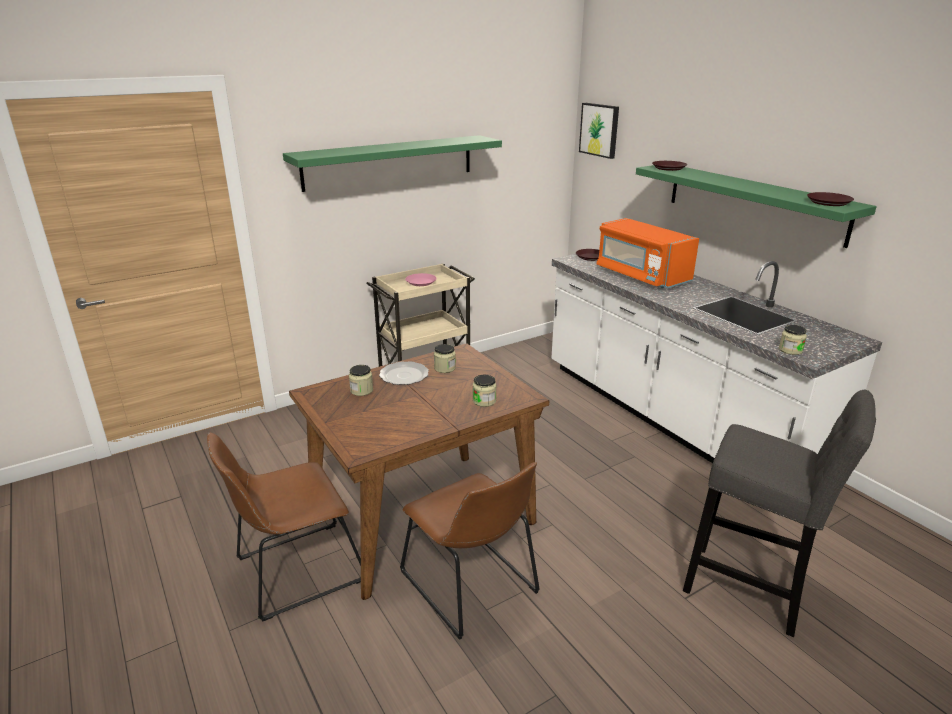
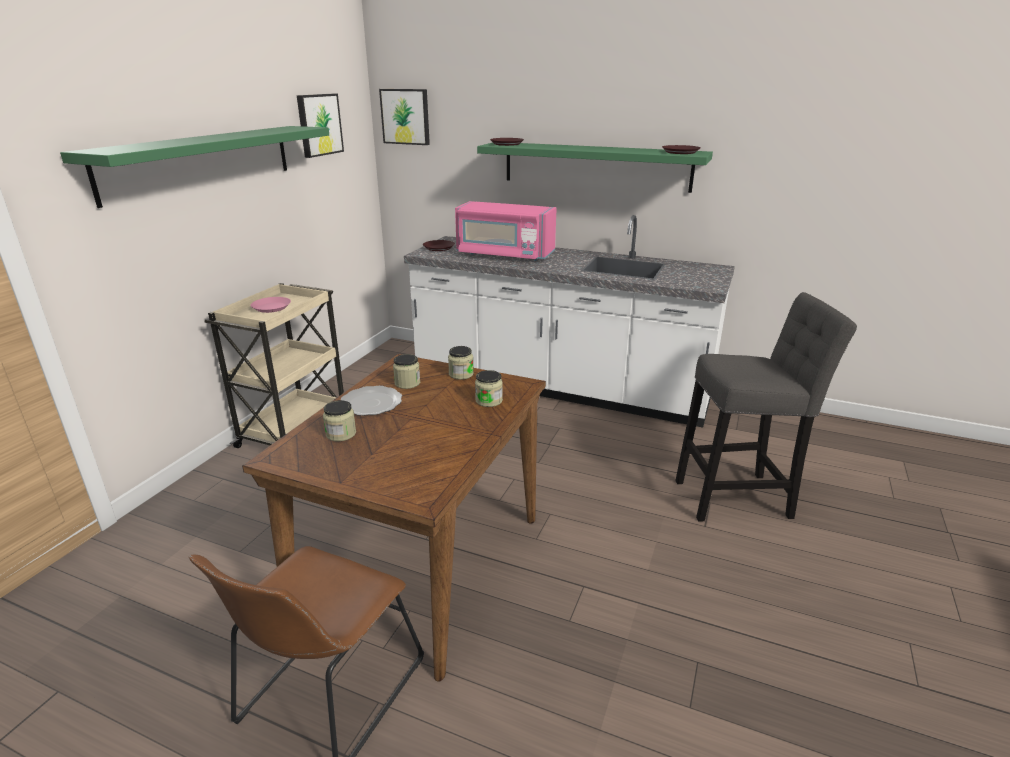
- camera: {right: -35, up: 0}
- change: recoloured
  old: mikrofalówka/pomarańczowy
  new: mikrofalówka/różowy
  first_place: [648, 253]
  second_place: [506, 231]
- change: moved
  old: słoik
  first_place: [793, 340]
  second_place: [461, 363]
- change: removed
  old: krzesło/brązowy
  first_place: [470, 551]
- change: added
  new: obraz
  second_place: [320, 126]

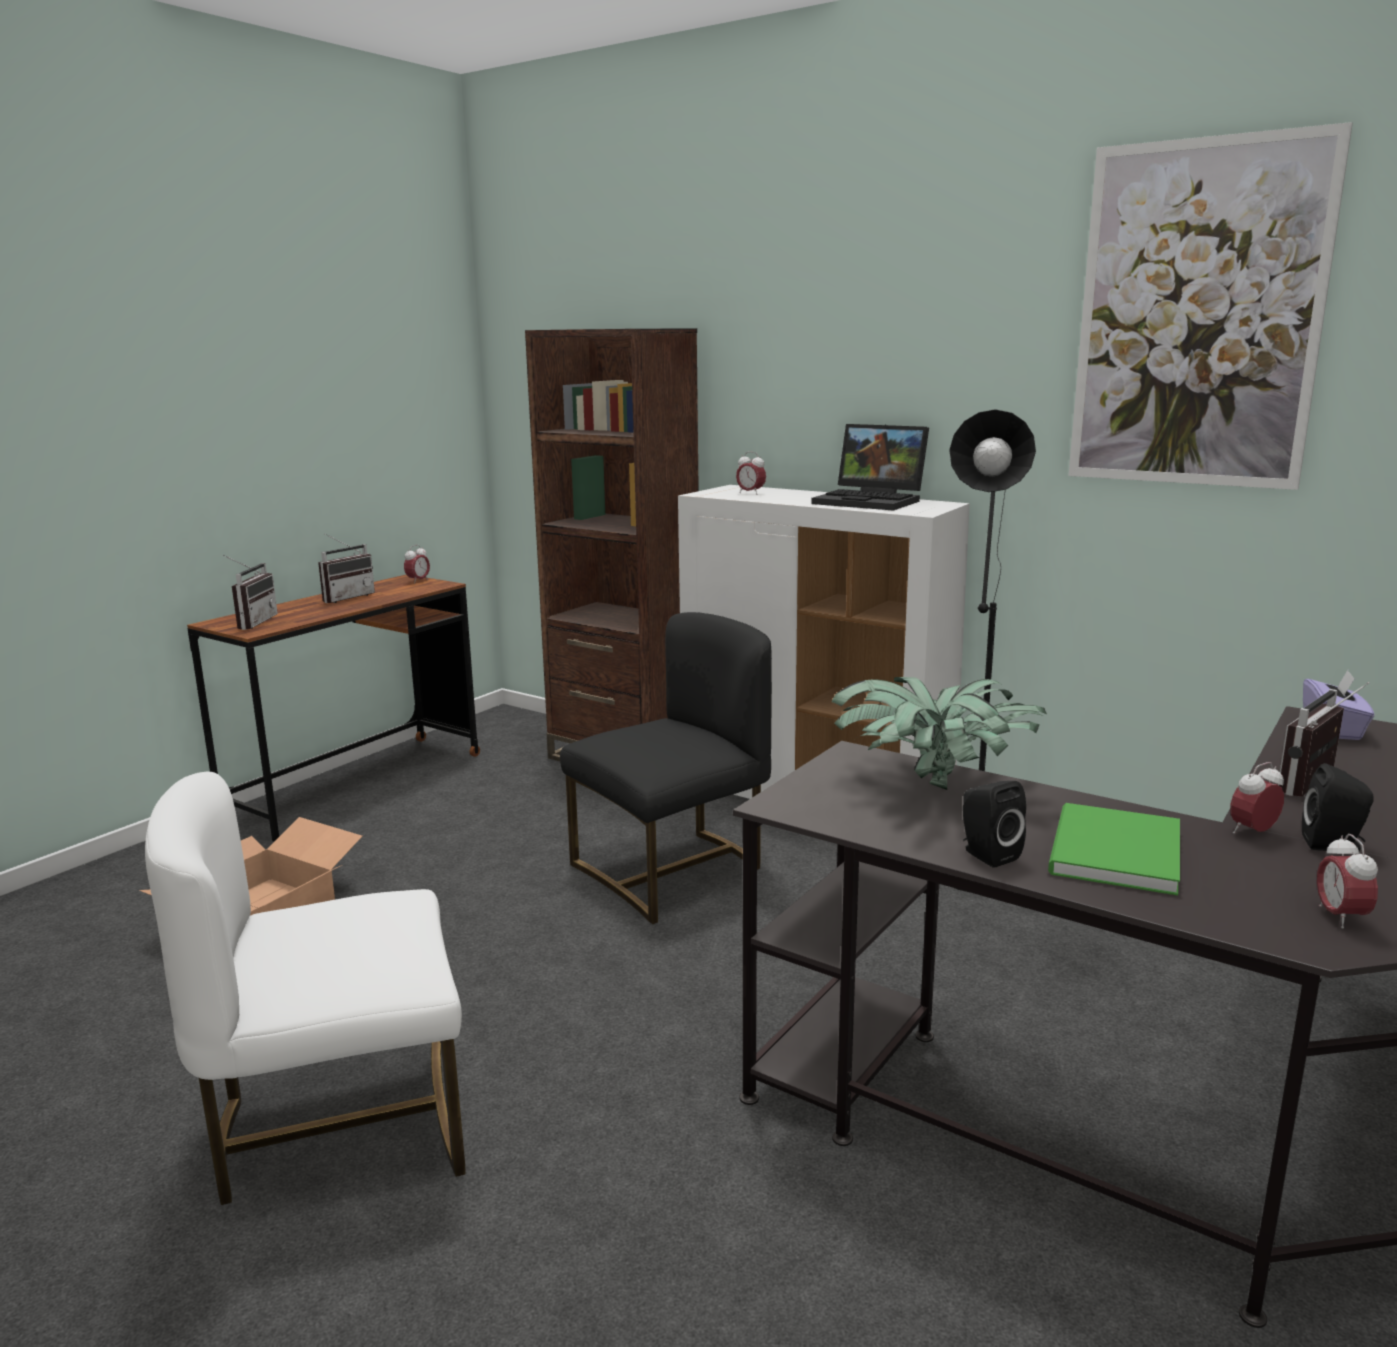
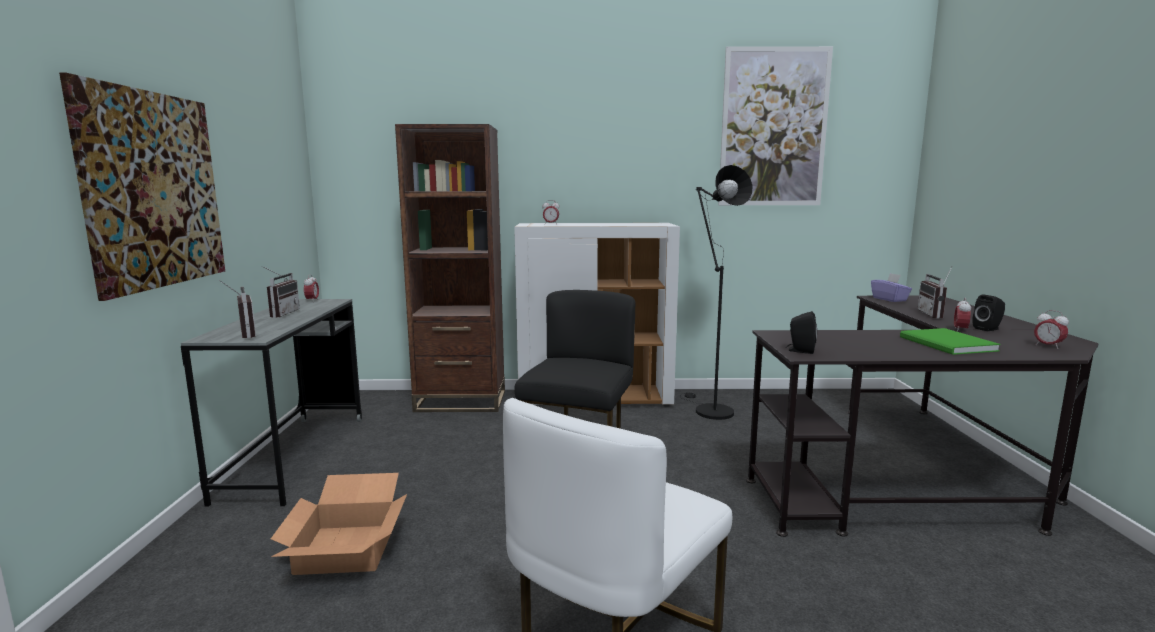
- camera: {right: -35, up: -5}
- change: removed
  old: laptop
  first_place: [870, 467]
- change: recoloured
  old: biurko/brązowy
  new: biurko/szary
  first_place: [333, 708]
  second_place: [271, 403]
- change: removed
  old: roślina doniczkowa
  first_place: [939, 733]
- change: moved
  old: głośnik/czarny
  first_place: [994, 824]
  second_place: [801, 332]
- change: added
  new: obraz
  second_place: [142, 187]

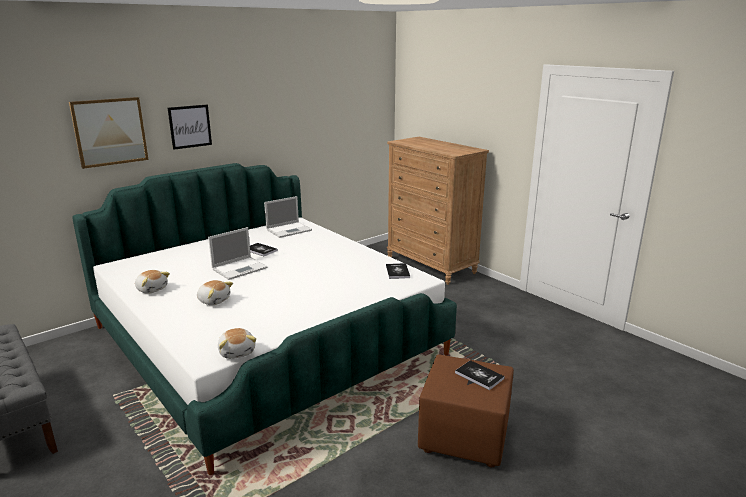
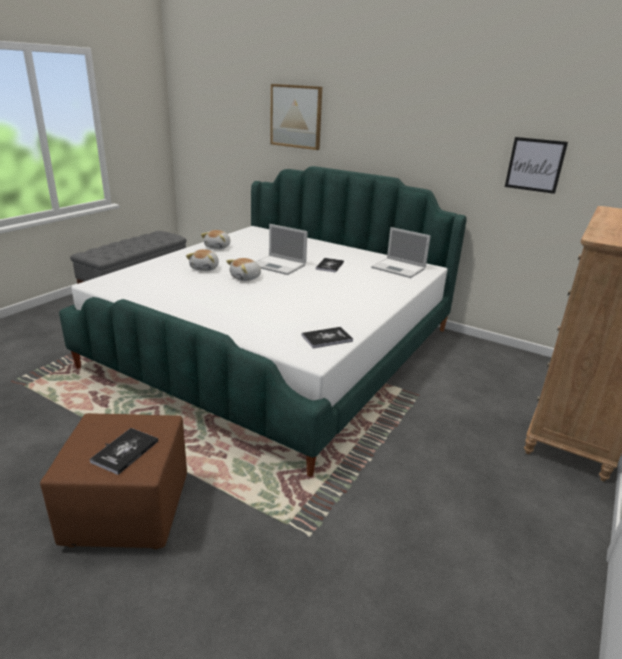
- camera: {right: 70, up: 5}
- change: moved
  old: obraz
  first_place: [190, 127]
  second_place: [536, 165]
- change: moved
  old: pluszak
  first_place: [237, 343]
  second_place: [243, 269]

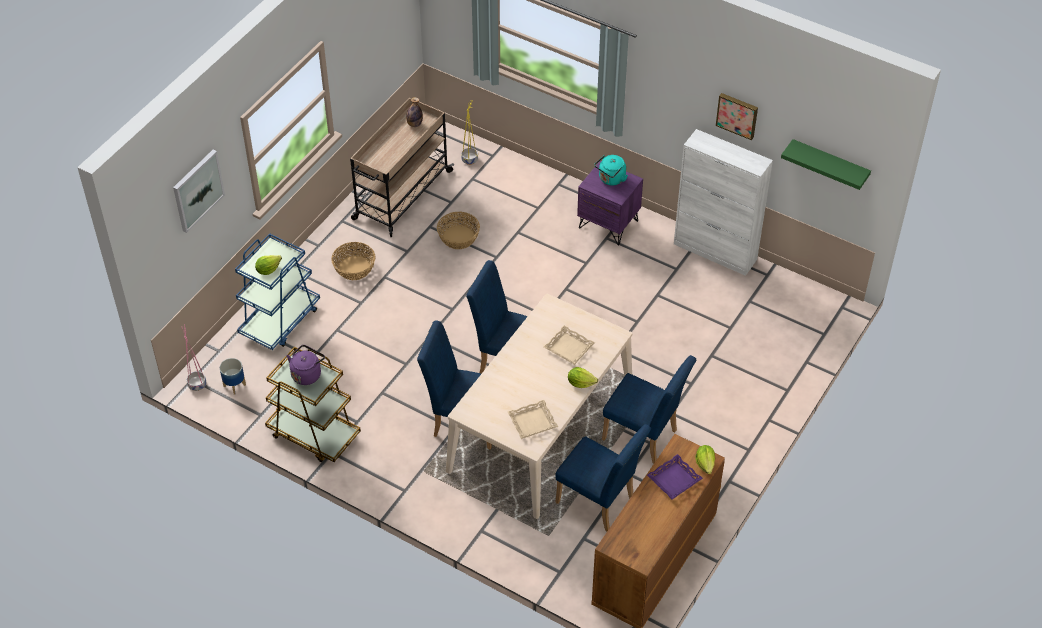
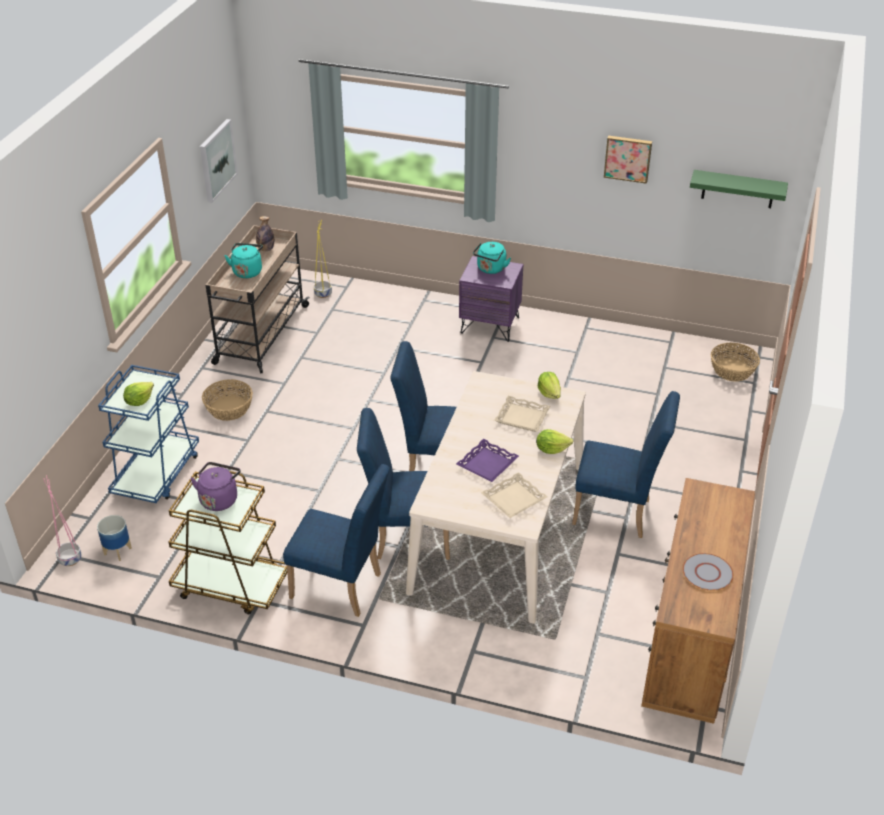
- camera: {right: -15, up: -10}
- change: removed
  old: szafka/biały
  first_place: [723, 202]
- change: moved
  old: obraz
  first_place: [199, 191]
  second_place: [219, 161]
- change: moved
  old: koszyk
  first_place: [458, 230]
  second_place: [735, 362]
- change: moved
  old: krzesło/niebieski
  first_place: [603, 477]
  second_place: [336, 540]
- change: moved
  old: sałata
  first_place: [705, 459]
  second_place: [549, 385]
- change: moved
  old: taca/fioletowy
  first_place: [675, 477]
  second_place: [487, 460]
- change: added
  new: czajnik/turkusowy
  second_place: [243, 260]
- change: added
  new: talerz/szary
  second_place: [708, 572]

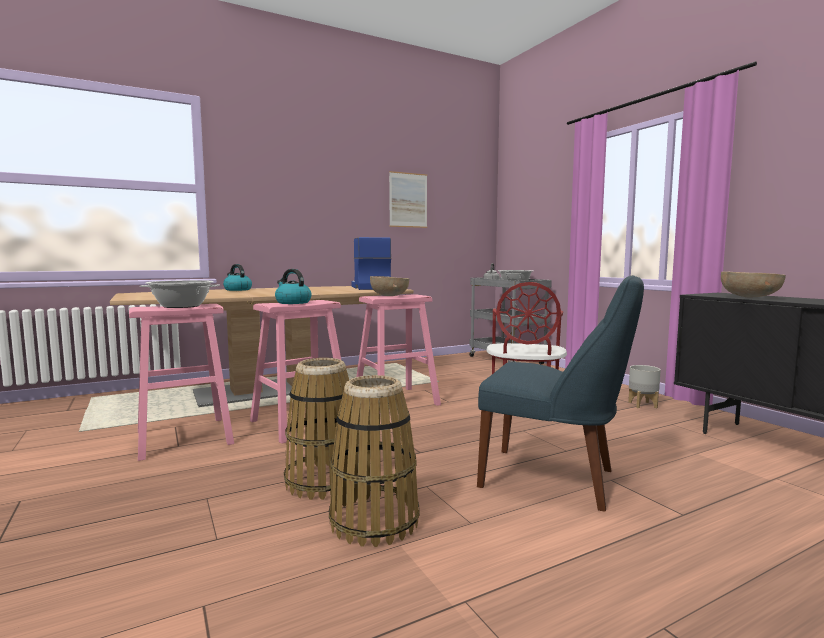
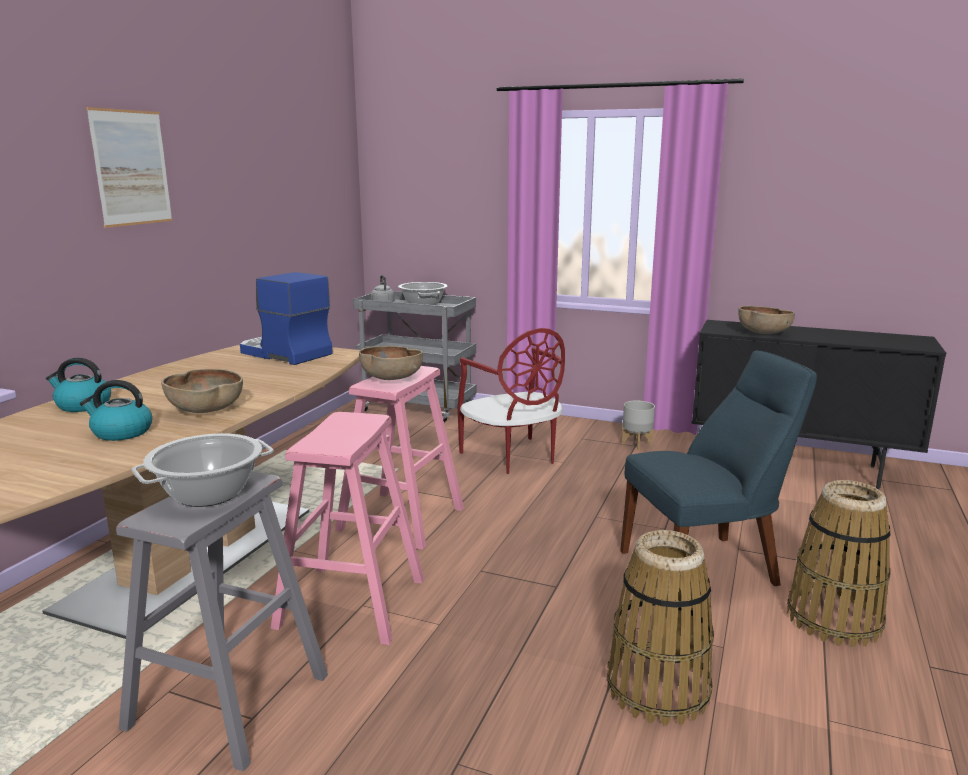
- camera: {right: -40, up: 10}
- change: moved
  old: obraz
  first_place: [408, 199]
  second_place: [129, 167]
- change: moved
  old: czajnik
  first_place: [293, 286]
  second_place: [116, 410]
- change: recoloured
  old: stołek/różowy
  new: stołek/szary
  first_place: [181, 382]
  second_place: [222, 621]
- change: moved
  old: koszyk
  first_place: [316, 429]
  second_place: [838, 563]
- change: added
  new: miska/brązowy
  second_place: [202, 391]

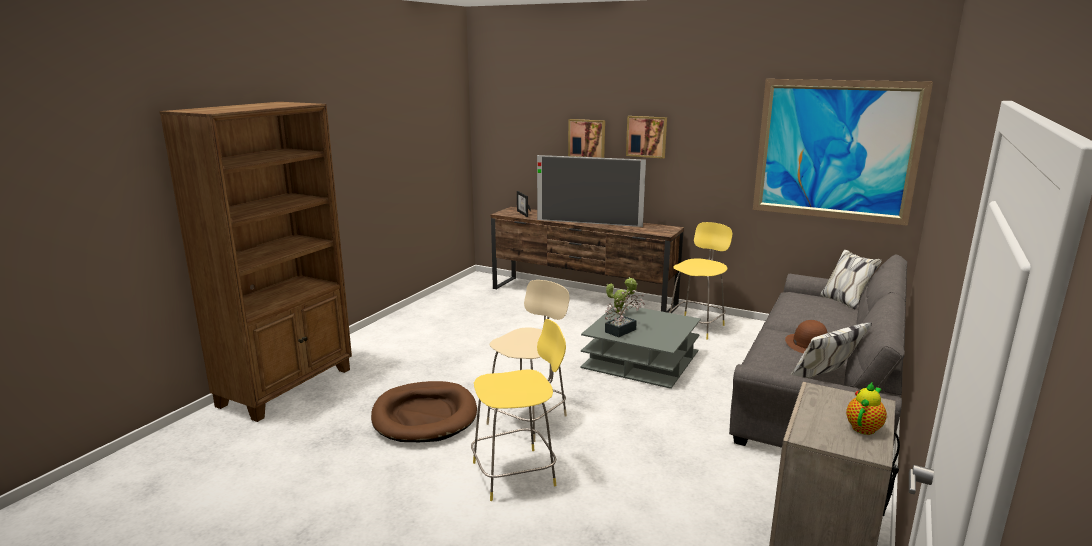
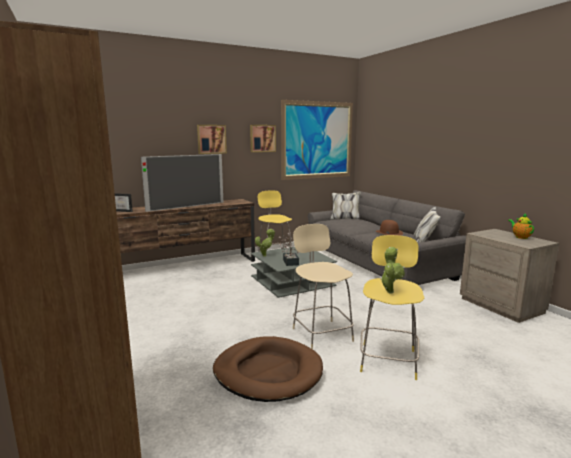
- camera: {right: -55, up: -5}
- change: moved
  old: obraz
  first_place: [586, 138]
  second_place: [263, 138]
- change: added
  new: roślina doniczkowa
  second_place: [392, 270]

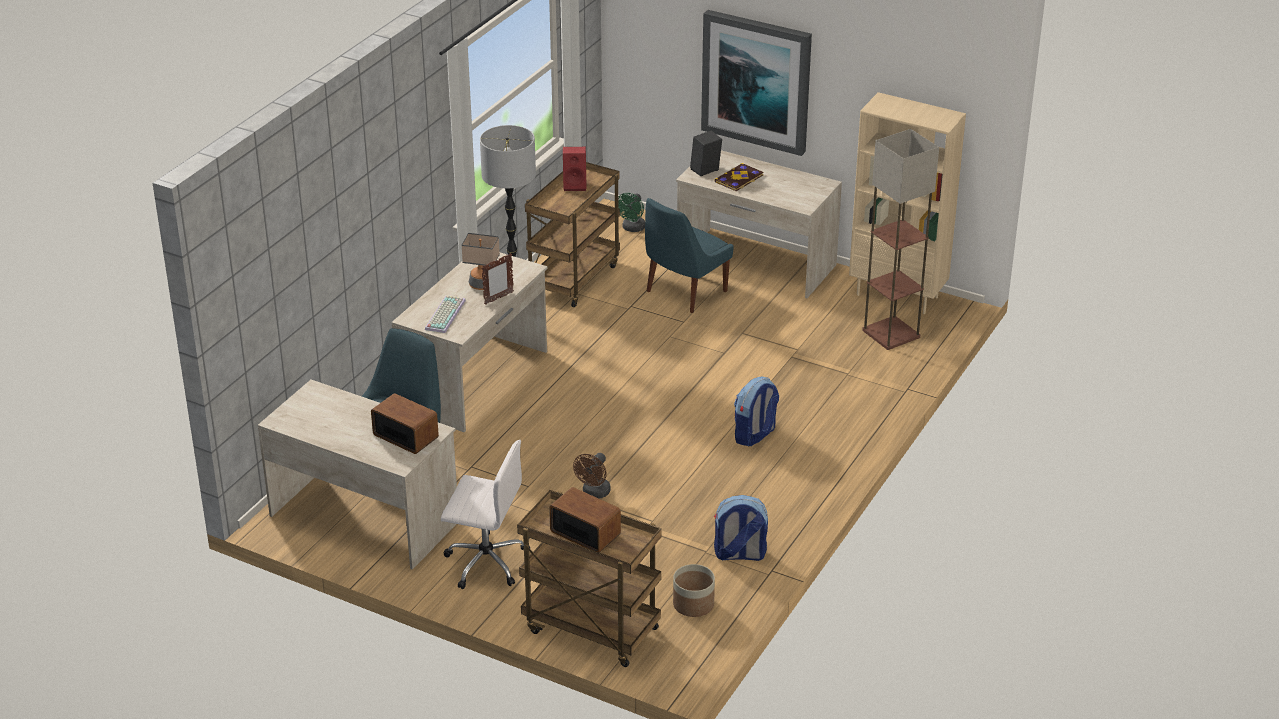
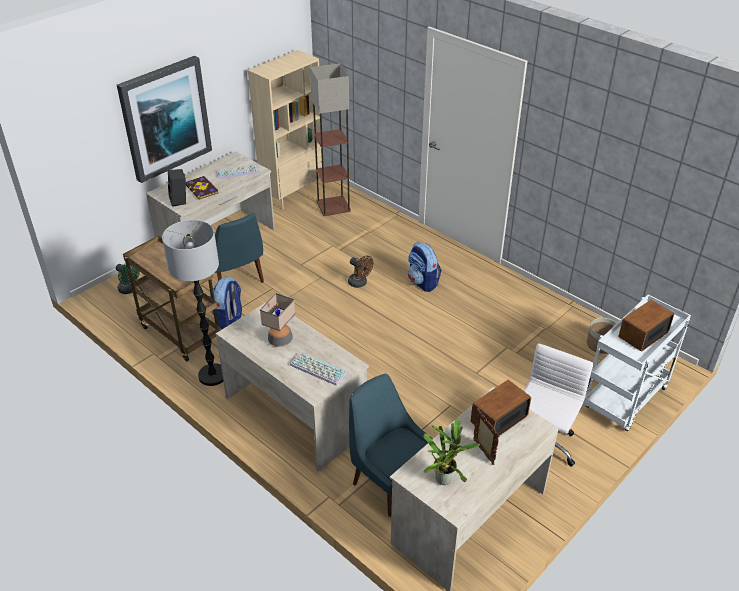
- camera: {right: -75, up: 5}
- change: removed
  old: głośnik/czerwony
  first_place: [574, 169]
- change: moved
  old: ramka na zdjęcie
  first_place: [498, 279]
  second_place: [486, 436]
- change: moved
  old: wentylator/brązowy
  first_place: [592, 476]
  second_place: [360, 272]
- change: recoloured
  old: wózek/brązowy
  new: wózek/biały
  first_place: [589, 578]
  second_place: [637, 363]
- change: moved
  old: plecak
  first_place: [741, 528]
  second_place: [226, 303]
- change: added
  new: klawiatura
  second_place: [238, 171]
- change: added
  new: roślina doniczkowa
  second_place: [451, 451]

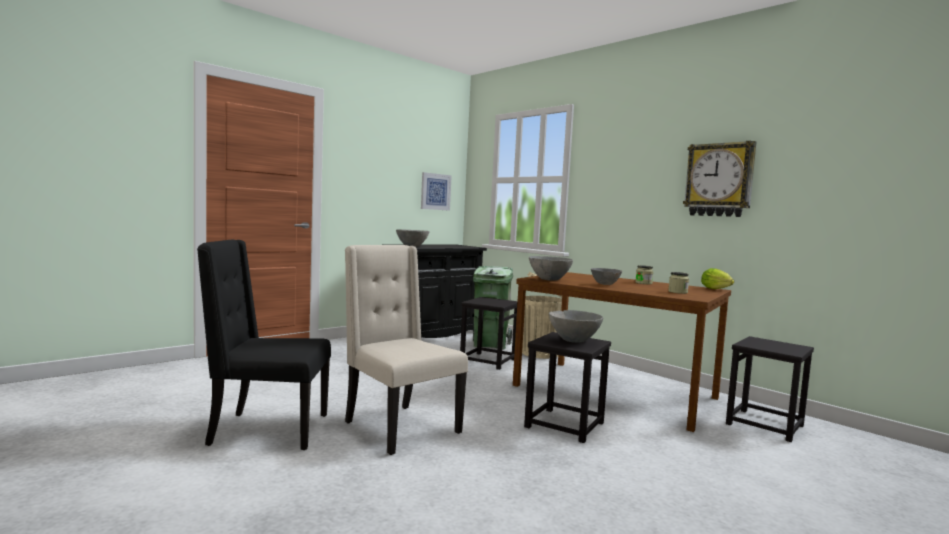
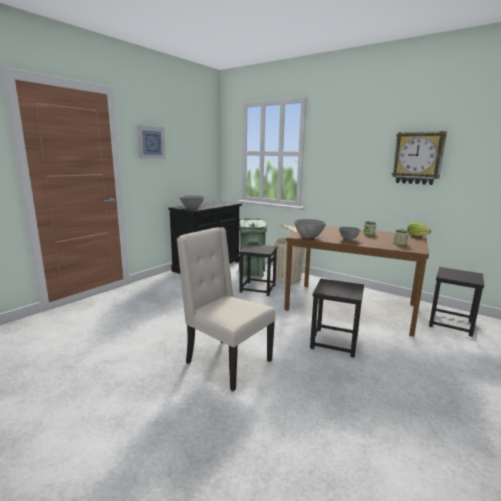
- camera: {right: -10, up: 10}
- change: moved
  old: obraz
  first_place: [436, 191]
  second_place: [151, 142]
- change: removed
  old: krzesło/czarny
  first_place: [264, 344]
- change: removed
  old: miska/szary
  first_place: [576, 326]

